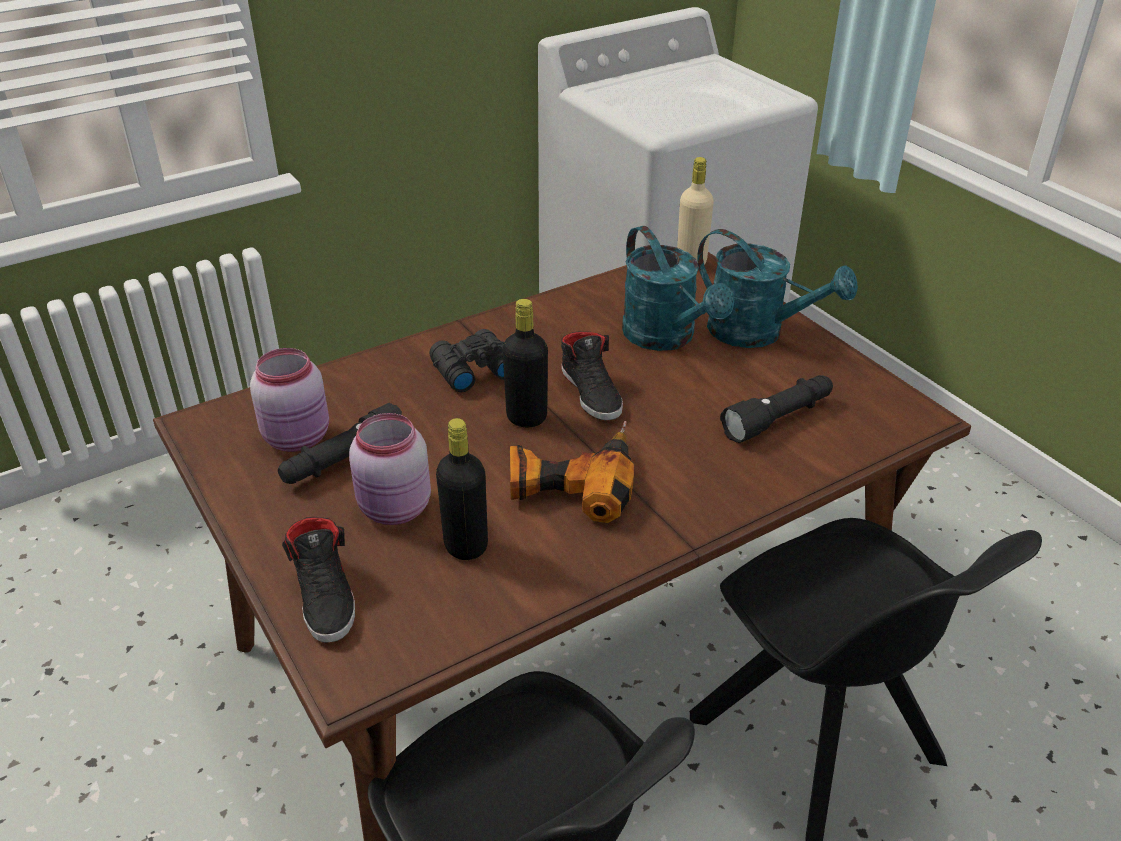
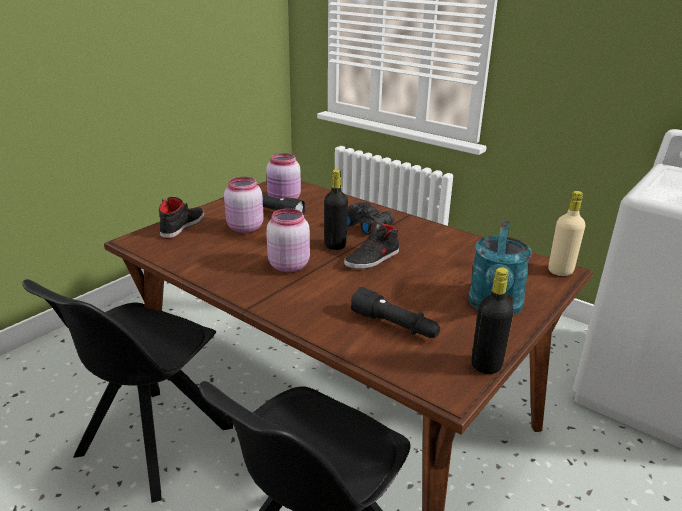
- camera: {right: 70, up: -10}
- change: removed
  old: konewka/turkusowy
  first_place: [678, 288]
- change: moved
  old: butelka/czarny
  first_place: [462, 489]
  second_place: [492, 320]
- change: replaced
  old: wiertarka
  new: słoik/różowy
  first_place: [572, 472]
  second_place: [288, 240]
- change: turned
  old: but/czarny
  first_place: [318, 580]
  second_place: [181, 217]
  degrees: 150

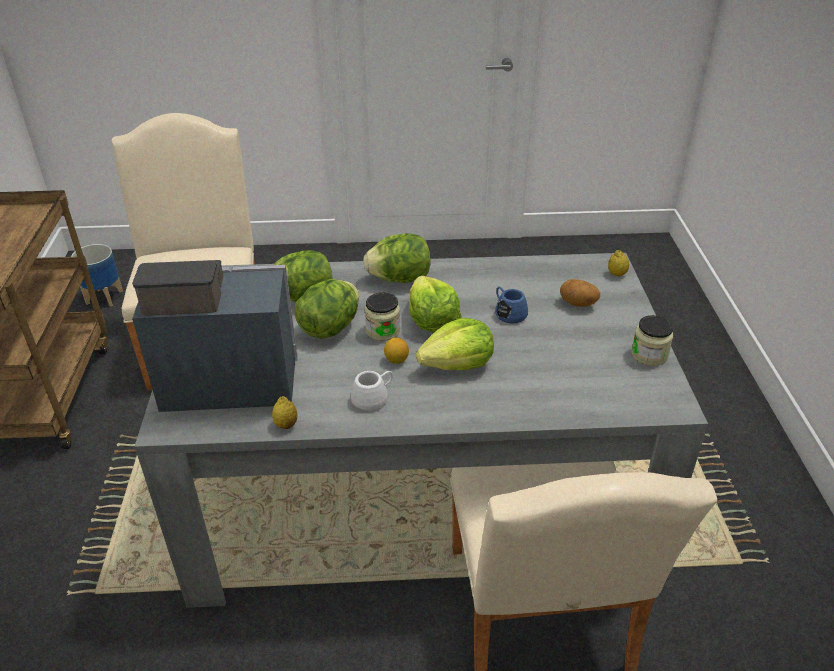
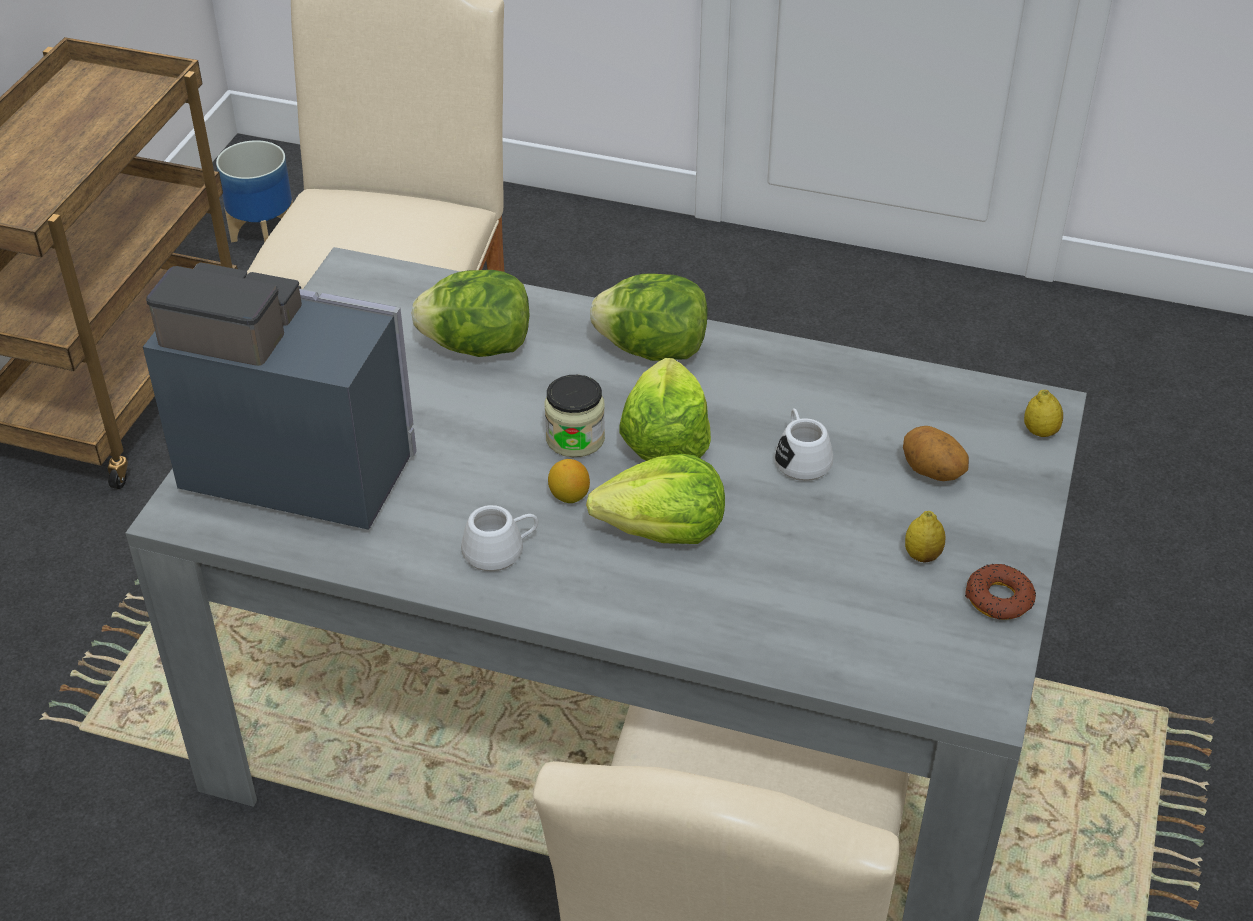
- camera: {right: 20, up: 5}
- change: removed
  old: sałata
  first_place: [327, 309]
- change: recoloured
  old: kubek/niebieski
  new: kubek/biały
  first_place: [511, 305]
  second_place: [804, 445]
- change: replaced
  old: słoik
  new: donut
  first_place: [652, 340]
  second_place: [1000, 591]
- change: moved
  old: cytryna
  first_place: [284, 412]
  second_place: [925, 537]

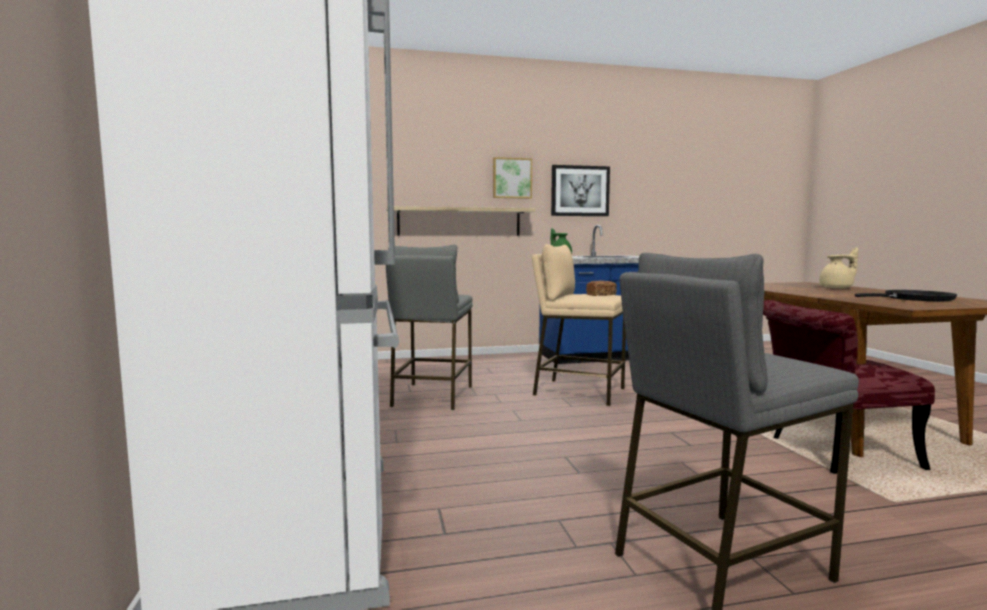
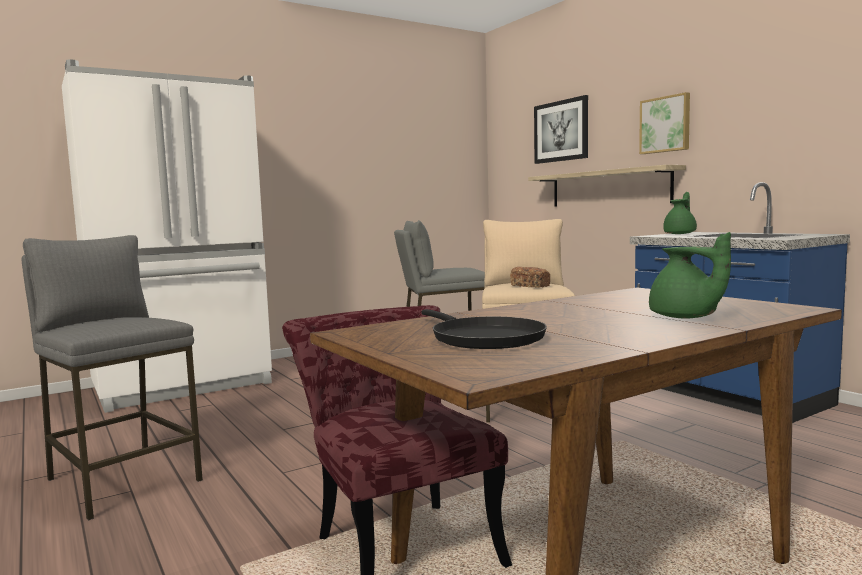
- camera: {right: 70, up: 0}
- change: moved
  old: obraz
  first_place: [580, 190]
  second_place: [561, 129]
- change: recoloured
  old: imbryk/beżowy
  new: imbryk/zielony
  first_place: [838, 268]
  second_place: [690, 275]

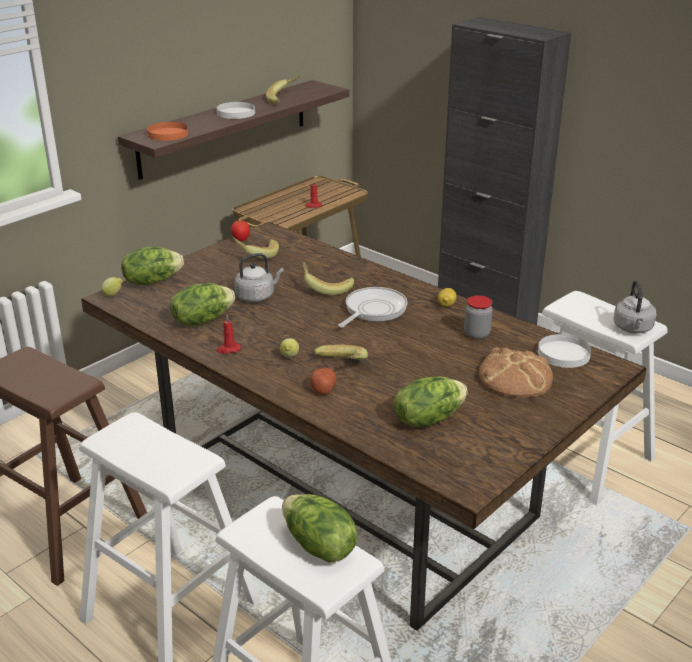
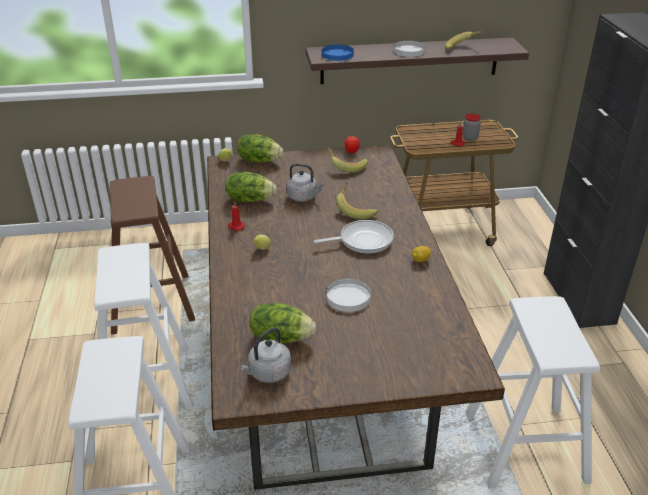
- camera: {right: 40, up: 5}
- change: recoloured
  old: talerz/pomarańczowy
  new: talerz/niebieski
  first_place: [167, 131]
  second_place: [338, 52]
- change: moved
  old: czajnik/szary
  first_place: [635, 307]
  second_place: [265, 355]
- change: moved
  old: słoik
  first_place: [478, 317]
  second_place: [471, 127]
- change: moved
  old: talerz/biały
  first_place: [564, 351]
  second_place: [348, 295]
- change: removed
  old: banan
  first_place: [340, 352]
- change: removed
  old: chleb
  first_place: [516, 372]
- change: removed
  old: ziemniak
  first_place: [323, 381]
- change: removed
  old: sałata
  first_place: [320, 528]

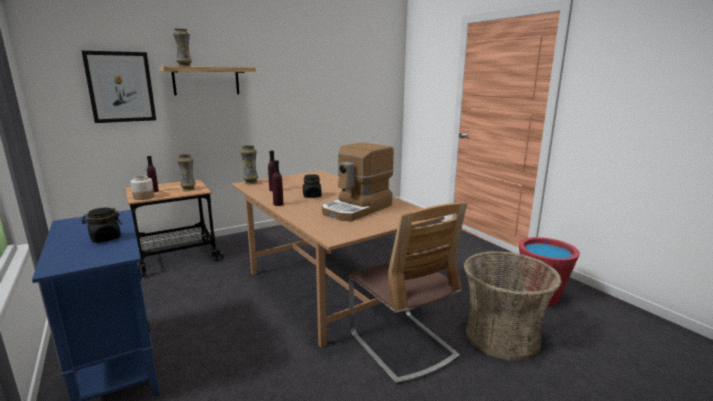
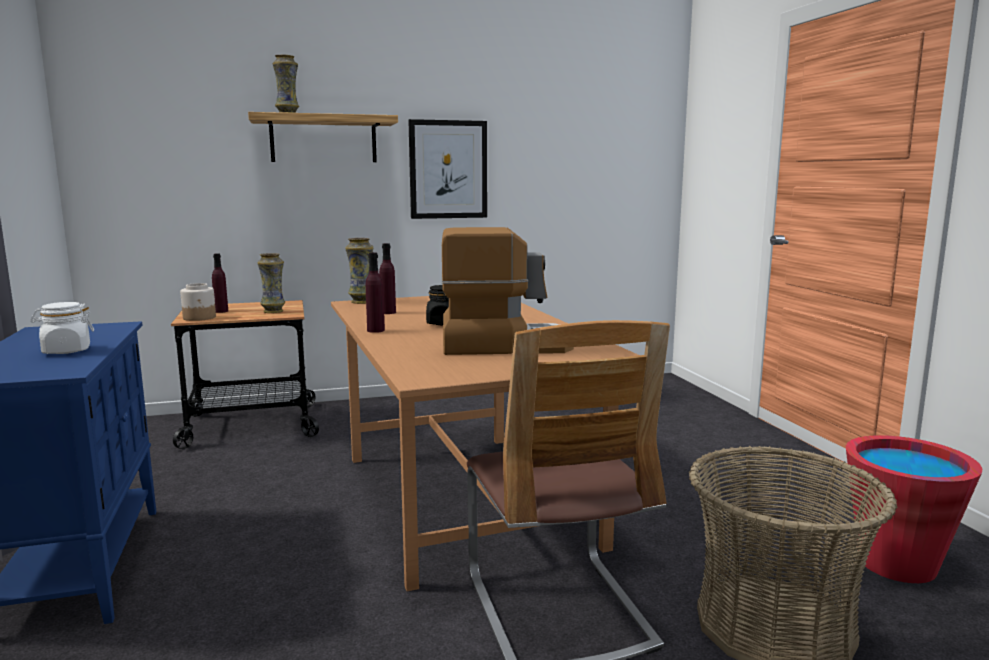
- camera: {right: 15, up: -5}
- change: moved
  old: obraz
  first_place: [119, 87]
  second_place: [447, 169]
- change: turned
  old: ekspres do kawy
  first_place: [358, 181]
  second_place: [507, 291]
  degrees: -150
- change: recoloured
  old: słoik/czarny
  new: słoik/biały
  first_place: [102, 225]
  second_place: [62, 328]

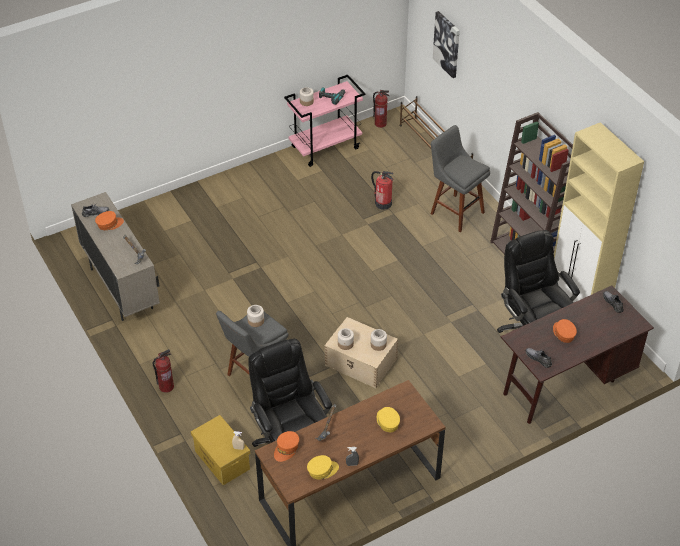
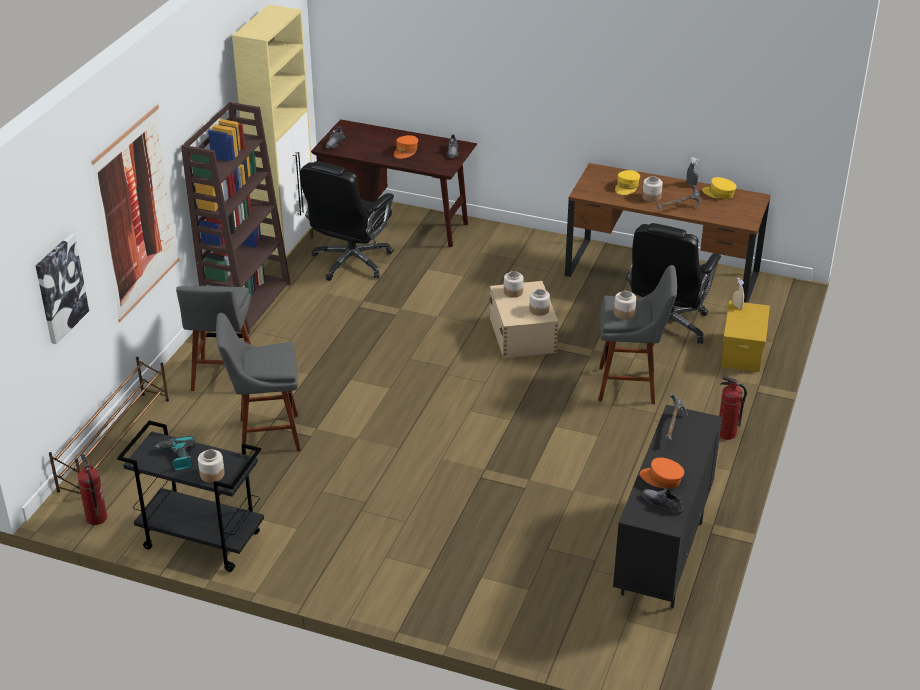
- camera: {right: -130, up: -10}
- change: recoloured
  old: wózek/różowy
  new: wózek/czarny
  first_place: [325, 121]
  second_place: [190, 496]
- change: replaced
  old: gaśnica
  new: stołek/szary
  first_place: [382, 190]
  second_place: [258, 382]
- change: recoloured
  old: szafka/beżowy
  new: szafka/czarny
  first_place: [115, 256]
  second_place: [668, 507]
- change: removed
  old: czapka z daszkiem/pomarańczowy
  first_place: [286, 446]
- change: added
  new: obraz
  second_place: [135, 213]
- change: added
  new: słoik
  second_place: [652, 189]

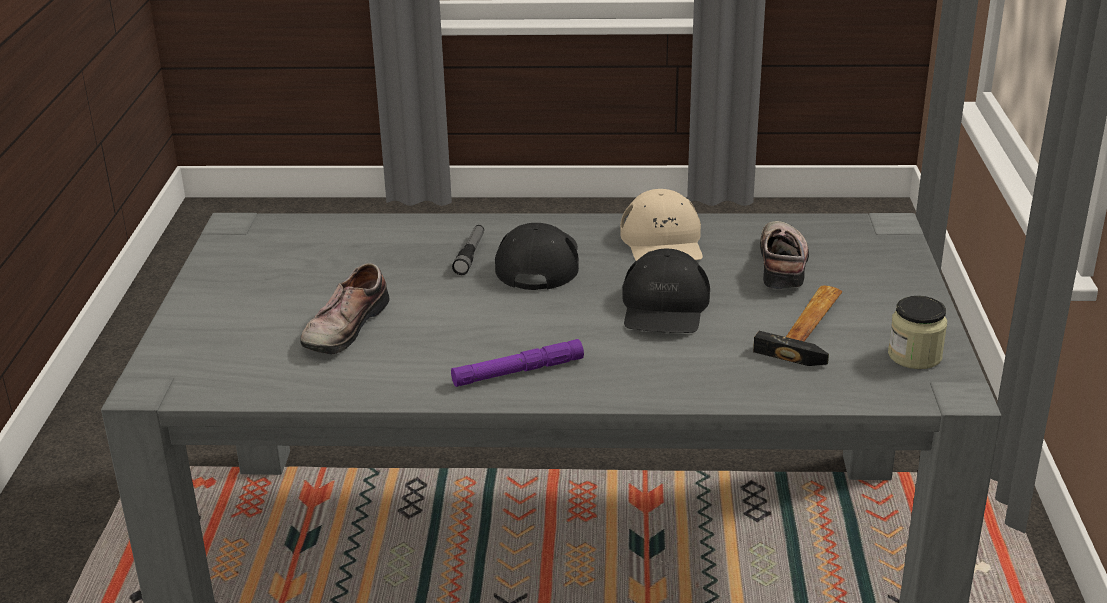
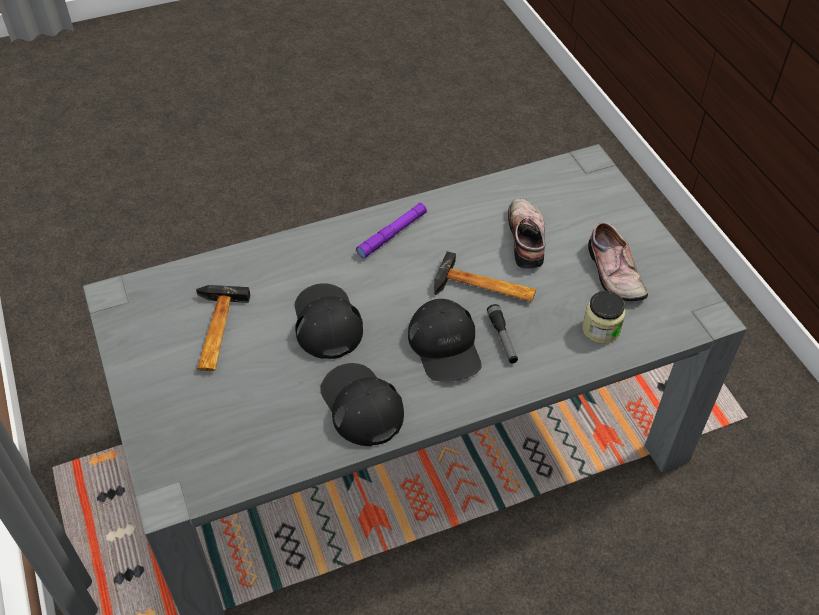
- camera: {right: 155, up: 20}
- change: recoloured
  old: czapka z daszkiem/beżowy
  new: czapka z daszkiem/czarny
  first_place: [661, 225]
  second_place: [362, 404]
- change: moved
  old: but
  first_place: [784, 255]
  second_place: [618, 261]
- change: moved
  old: słoik
  first_place: [917, 332]
  second_place: [603, 317]
- change: added
  new: młotek
  second_place: [485, 276]

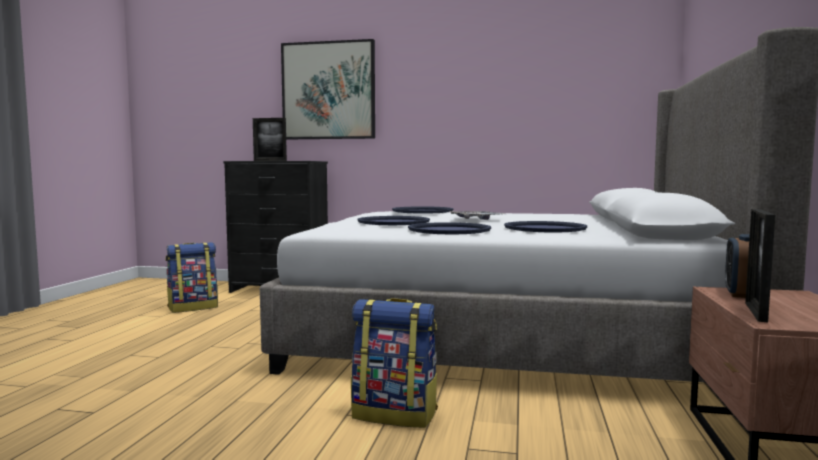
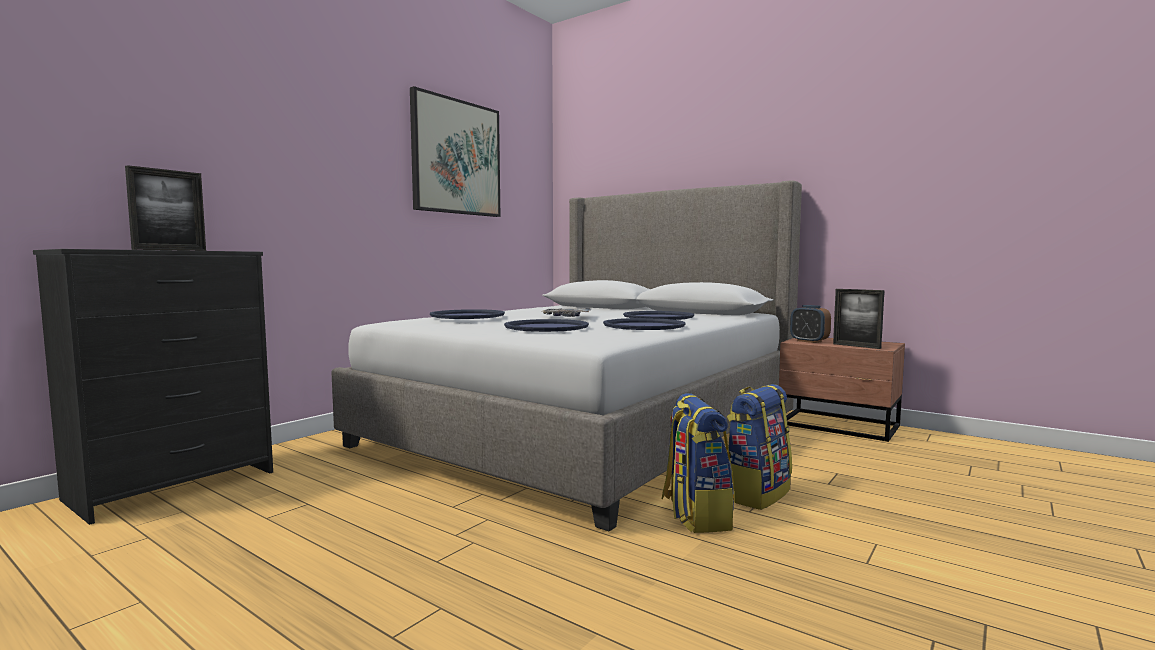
- camera: {right: -65, up: 0}
- change: moved
  old: obraz
  first_place: [328, 89]
  second_place: [455, 151]
- change: moved
  old: plecak
  first_place: [191, 277]
  second_place: [698, 463]

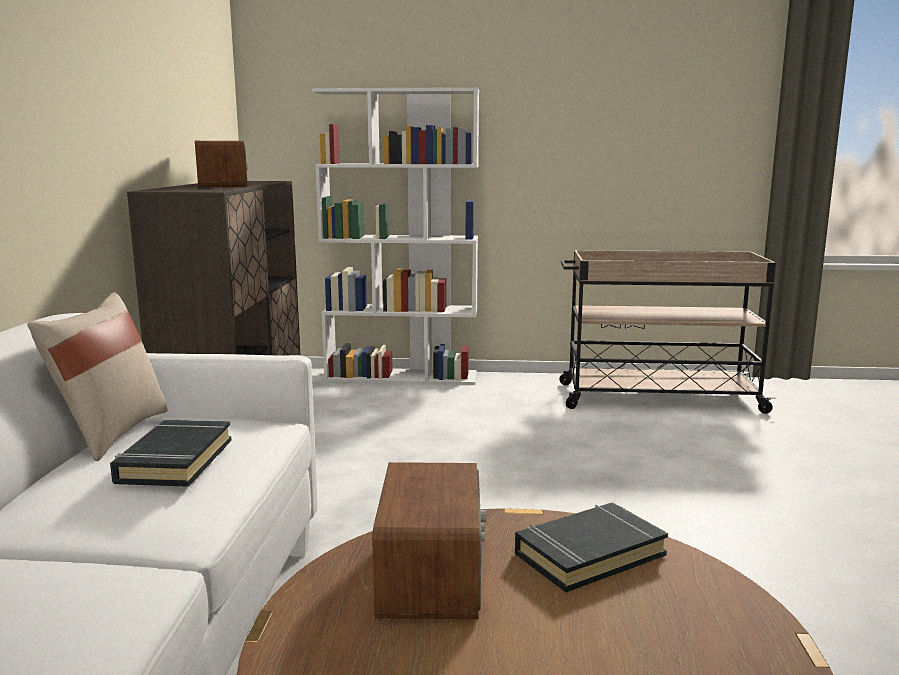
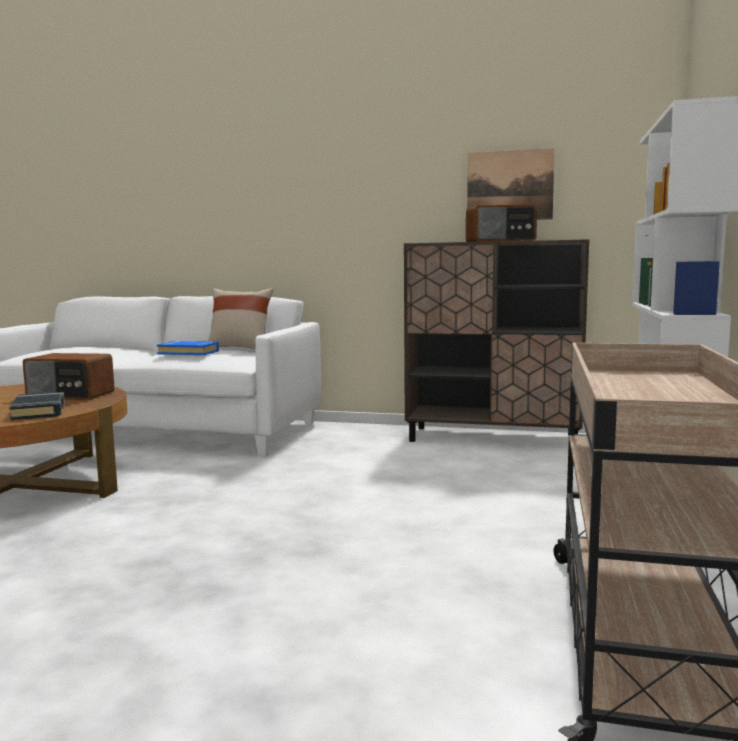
- camera: {right: 100, up: -5}
- change: recoloured
  old: książka/czarny
  new: książka/niebieski
  first_place: [171, 453]
  second_place: [188, 348]
- change: added
  new: obraz
  second_place: [511, 184]

